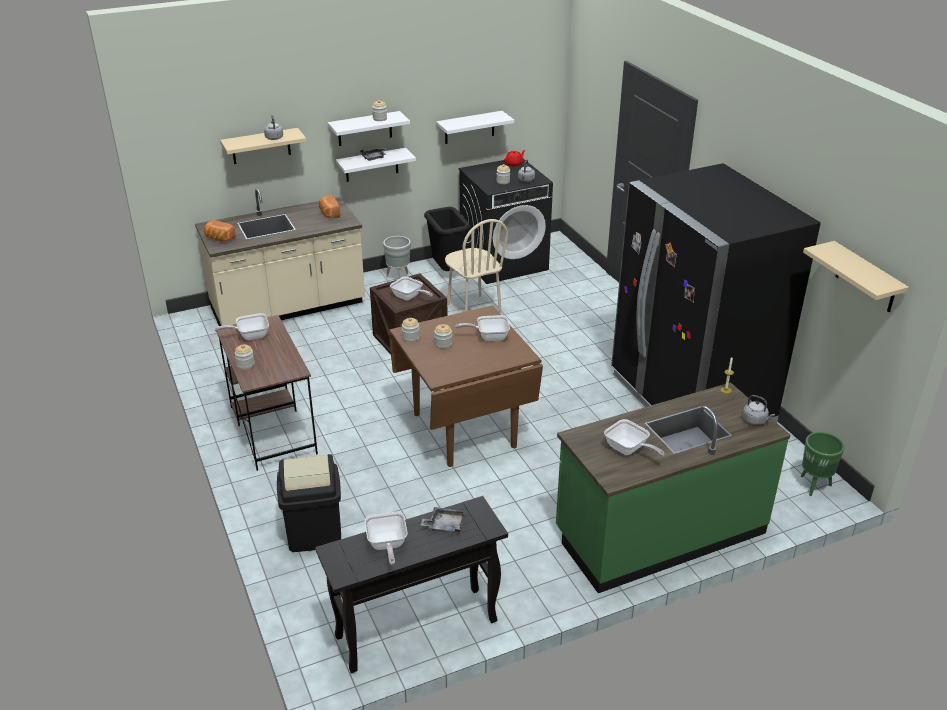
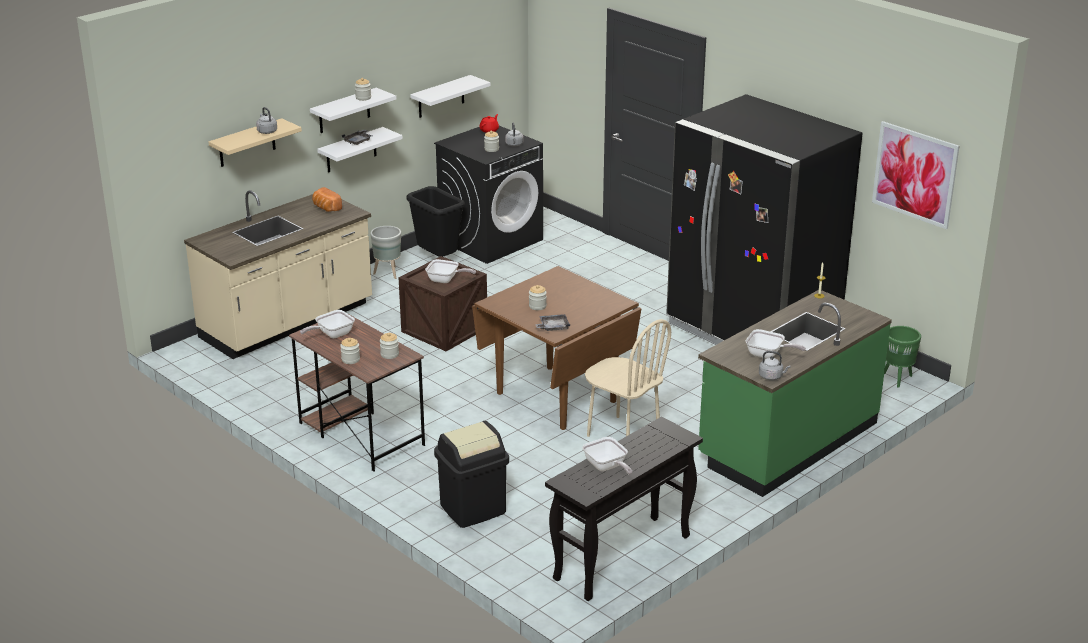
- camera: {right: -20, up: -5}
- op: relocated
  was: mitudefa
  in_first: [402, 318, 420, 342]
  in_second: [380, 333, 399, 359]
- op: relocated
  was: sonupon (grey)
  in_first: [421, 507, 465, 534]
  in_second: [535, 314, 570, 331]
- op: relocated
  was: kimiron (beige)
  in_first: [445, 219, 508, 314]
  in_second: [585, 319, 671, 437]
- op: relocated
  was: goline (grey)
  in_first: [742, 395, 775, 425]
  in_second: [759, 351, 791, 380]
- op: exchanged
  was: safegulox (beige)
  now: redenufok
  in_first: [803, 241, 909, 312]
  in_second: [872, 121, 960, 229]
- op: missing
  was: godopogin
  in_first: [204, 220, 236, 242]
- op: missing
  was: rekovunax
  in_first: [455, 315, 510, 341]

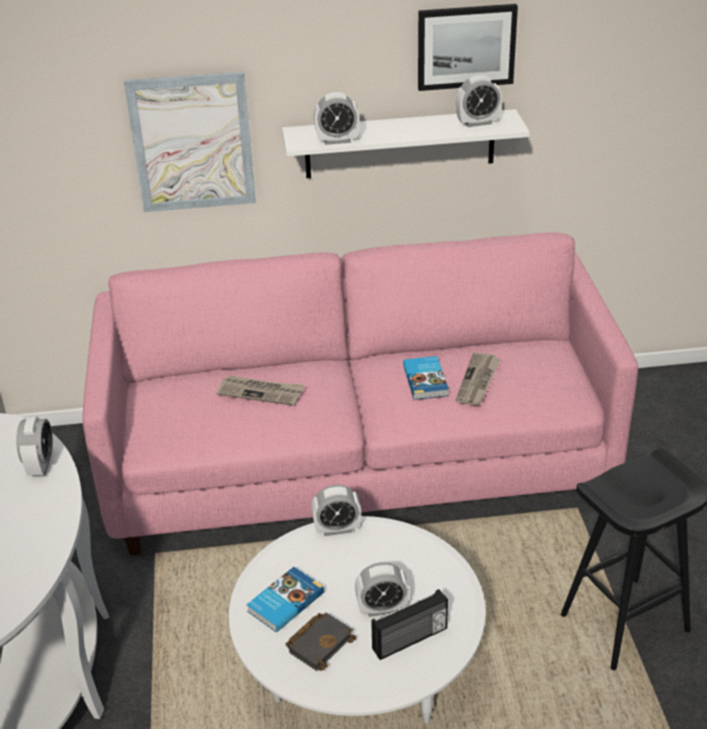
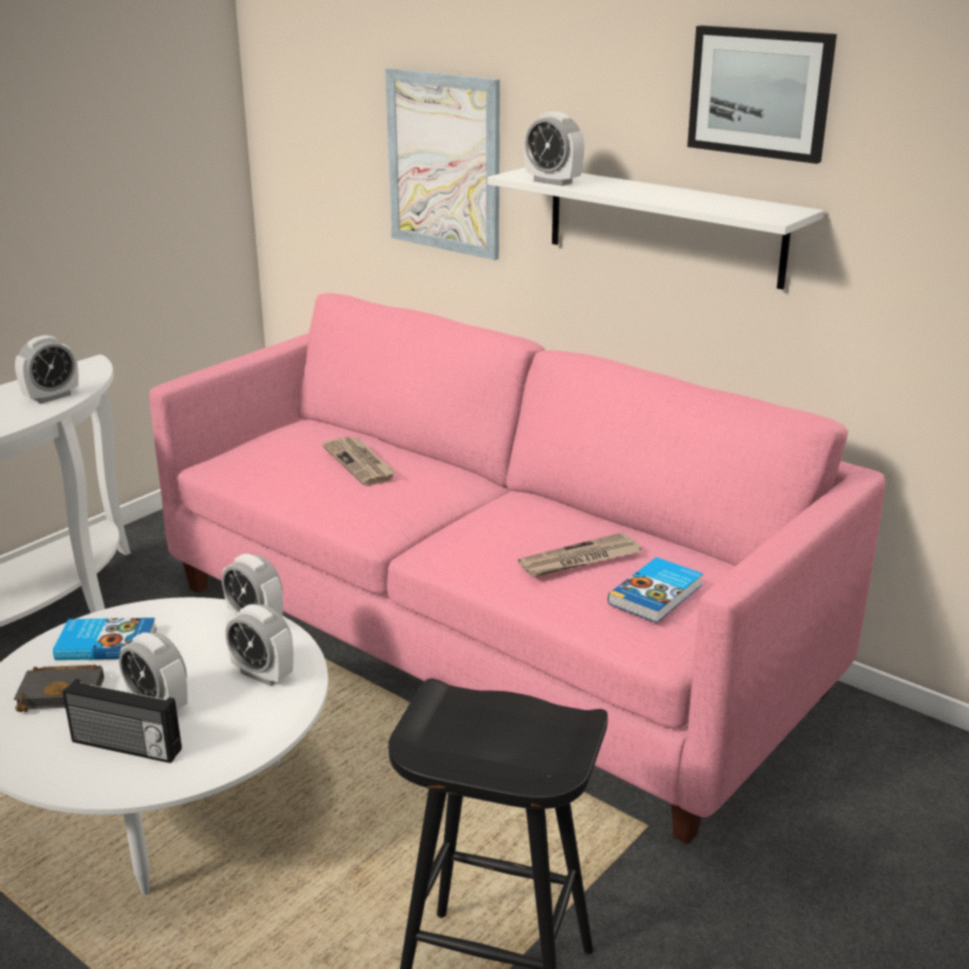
- camera: {right: 45, up: -10}
- op: relocated
  was: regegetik
  in_first: [456, 75, 502, 127]
  in_second: [225, 604, 293, 686]
- op: relocated
  was: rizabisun
  in_first: [403, 356, 449, 400]
  in_second: [608, 557, 703, 623]

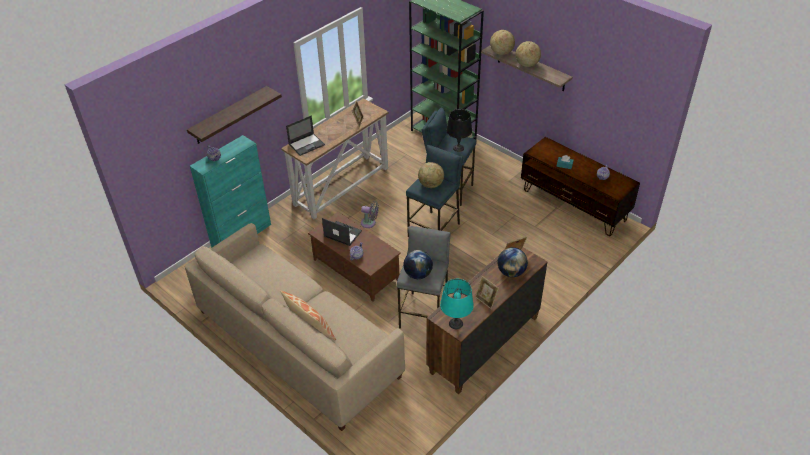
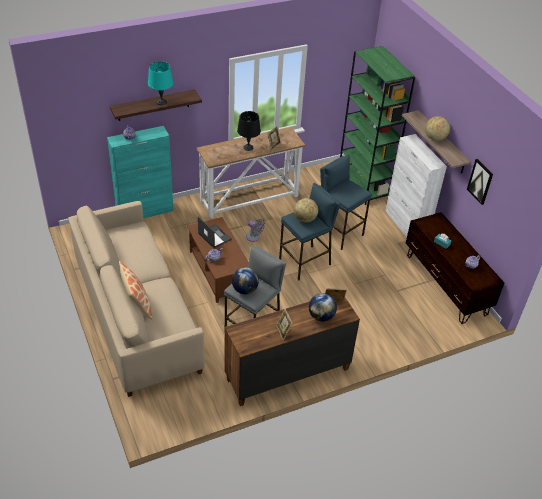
- camera: {right: 20, up: 0}
- op: relocated
  was: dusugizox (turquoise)
  in_first: [440, 279, 474, 329]
  in_second: [148, 61, 173, 105]
- op: relocated
  was: dusugizox (black)
  in_first: [446, 109, 472, 152]
  in_second: [237, 111, 261, 151]
- op: appeared
  now: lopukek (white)
  in_second: [386, 134, 447, 237]
- op: appeared
  now: redenufok
  in_second: [467, 159, 493, 205]
- op: missing
  was: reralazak
  in_first: [286, 116, 325, 156]
- op: missing
  was: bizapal
  in_first: [490, 30, 515, 55]

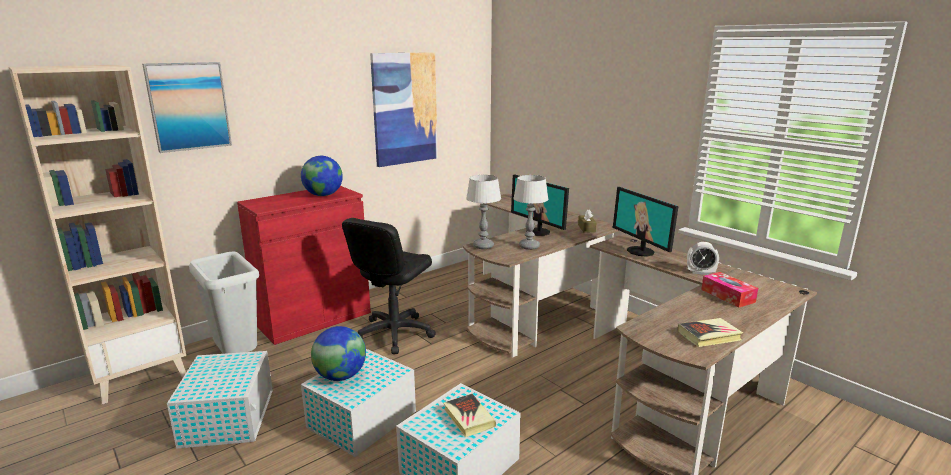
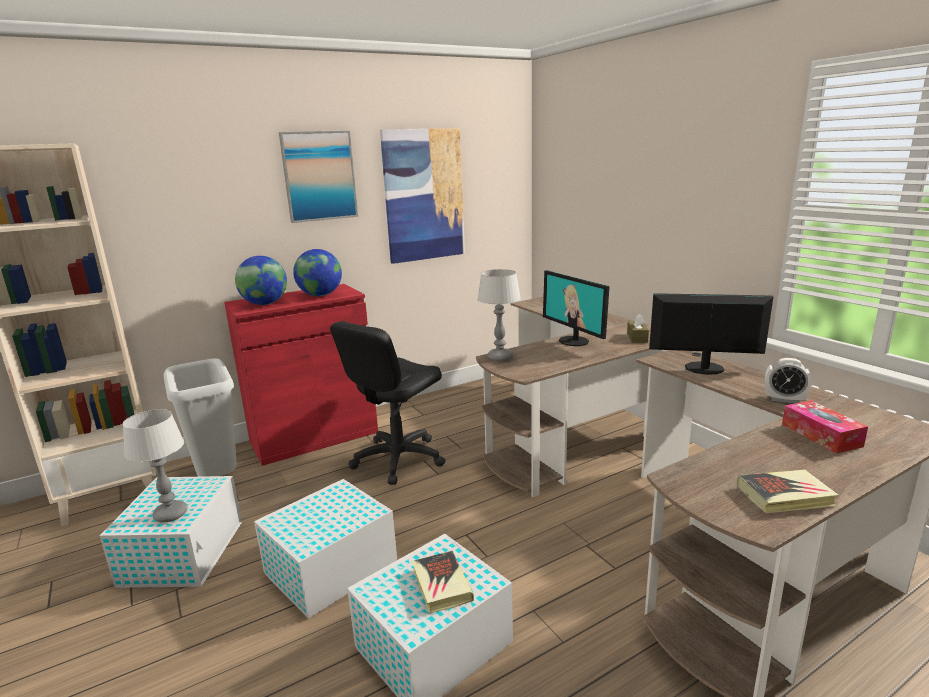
- camera: {right: 10, up: 0}
- op: relocated
  was: dusugizox
  in_first: [513, 175, 548, 250]
  in_second: [123, 409, 188, 523]
- op: relocated
  was: bizapal
  in_first: [311, 326, 366, 381]
  in_second: [235, 256, 287, 305]
- op: relocated
  was: redenufok
  in_first: [142, 62, 232, 153]
  in_second: [279, 131, 358, 223]
- op: spun
  was: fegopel
  in_first: [613, 187, 679, 257]
  in_second: [649, 293, 773, 375]
  clockwise: 120

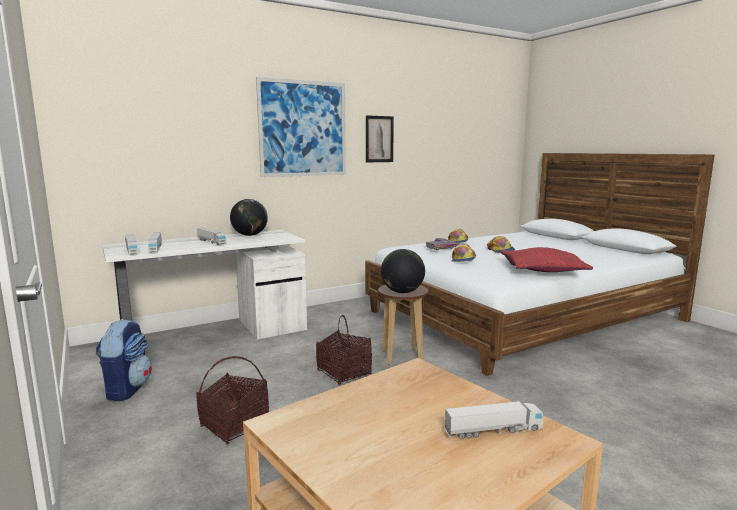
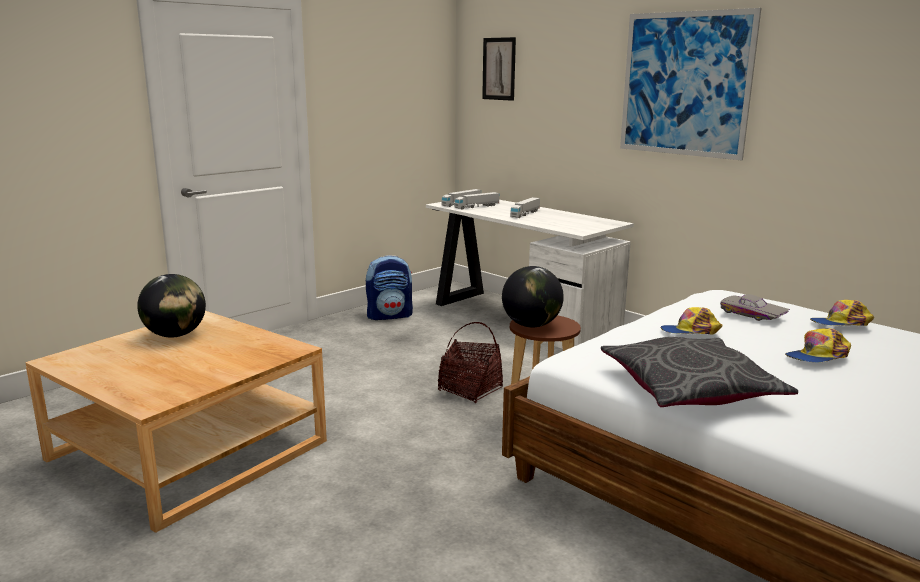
- camera: {right: 75, up: 5}
- op: relocated
  was: bizapal
  in_first: [230, 199, 268, 236]
  in_second: [137, 274, 206, 338]
- op: relocated
  was: redenufok
  in_first: [366, 115, 394, 162]
  in_second: [482, 37, 516, 101]
- op: colour
  was: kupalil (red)
  now: kupalil (grey)
  in_first: [500, 247, 593, 272]
  in_second: [601, 337, 798, 407]
- op: missing
  was: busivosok
  in_first: [196, 356, 269, 444]
- op: missing
  was: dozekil
  in_first: [444, 401, 543, 439]

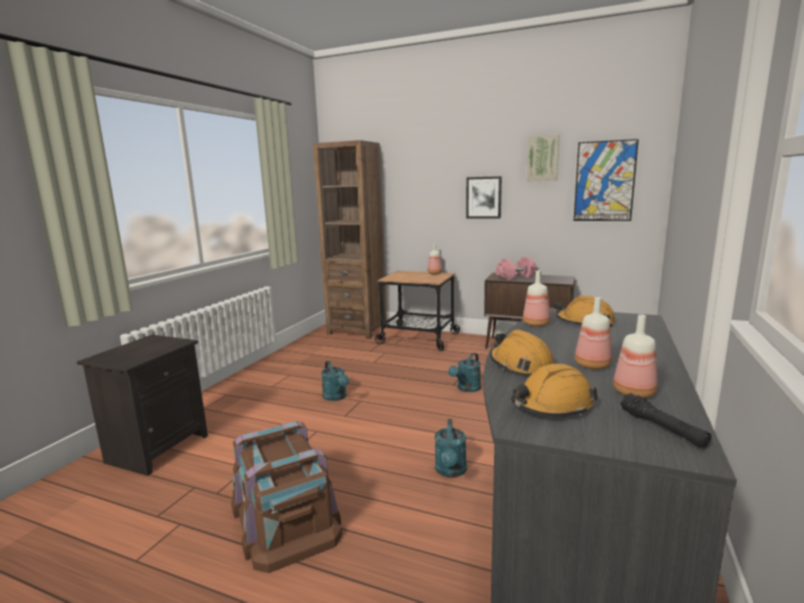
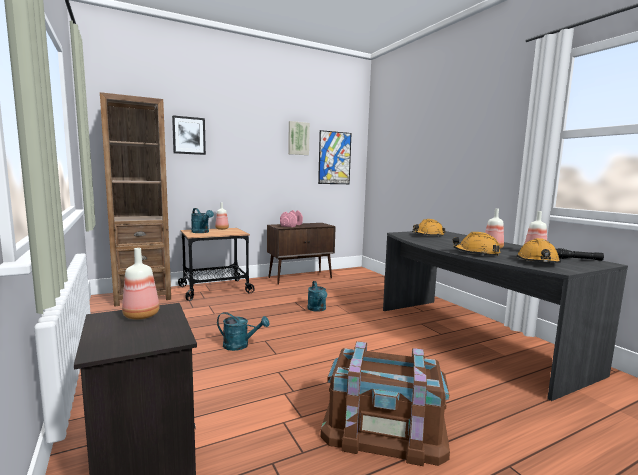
- camera: {right: -50, up: -5}
- op: relocated
  was: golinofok
  in_first: [523, 271, 550, 327]
  in_second: [122, 248, 160, 320]
- op: relocated
  was: redenufok
  in_first: [466, 176, 502, 219]
  in_second: [172, 115, 206, 155]
- op: relocated
  was: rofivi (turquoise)
  in_first: [435, 419, 467, 478]
  in_second: [191, 208, 214, 233]

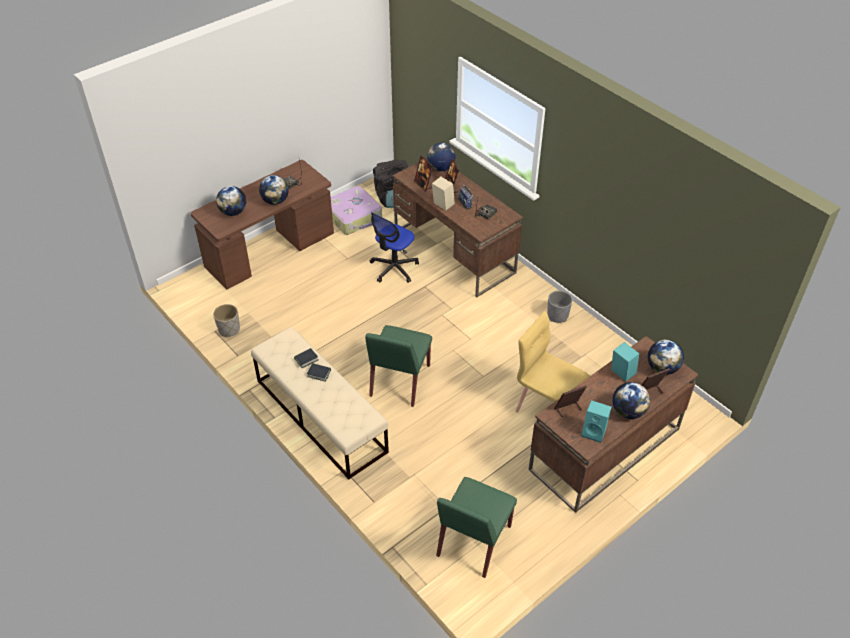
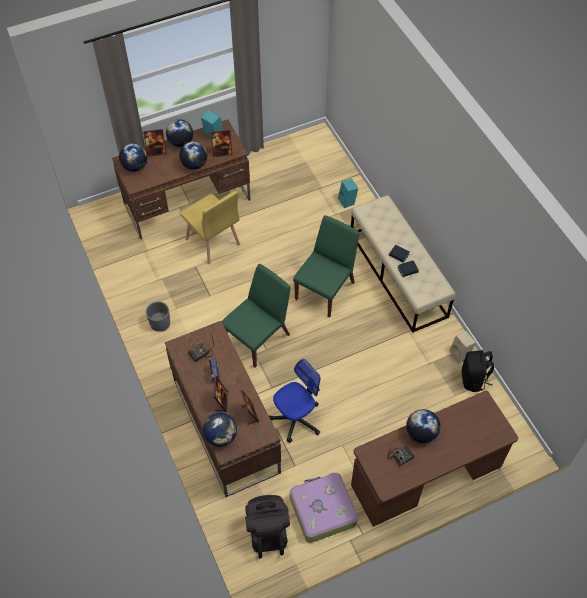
- camera: {right: -165, up: 10}
- op: relocated
  was: bizapal
  in_first: [216, 186, 246, 216]
  in_second: [179, 142, 207, 170]
- op: relocated
  was: kimiron (green)
  in_first: [436, 477, 517, 578]
  in_second: [222, 264, 291, 367]
- op: relocated
  was: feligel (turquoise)
  in_first: [611, 342, 639, 381]
  in_second: [338, 178, 358, 208]
- op: relocated
  was: feligel (beige)
  in_first: [432, 177, 455, 211]
  in_second: [449, 331, 476, 363]
- op: exchanged
  was: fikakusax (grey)
  now: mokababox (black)
  in_first: [213, 304, 240, 337]
  in_second: [462, 350, 494, 392]

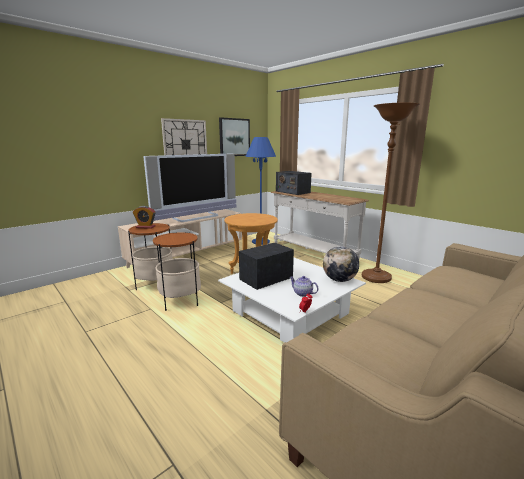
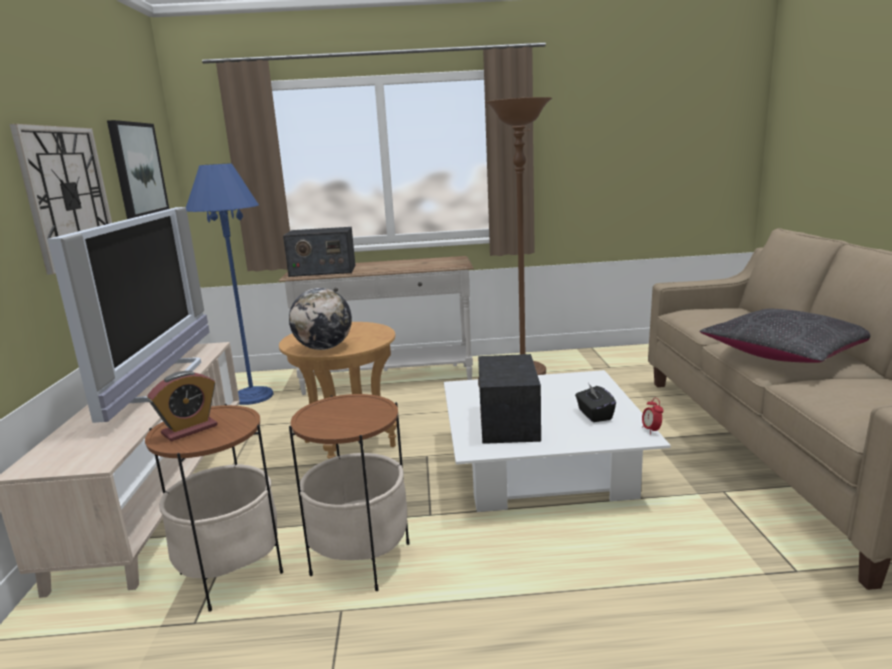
- camera: {right: -50, up: 0}
- op: relocated
  was: bizapal
  in_first: [323, 246, 359, 282]
  in_second: [289, 288, 352, 350]
- op: exchanged
  was: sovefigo
  now: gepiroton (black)
  in_first: [290, 276, 318, 297]
  in_second: [575, 383, 616, 422]
- op: appeared
  now: kupalil (black)
  in_second: [700, 309, 870, 363]

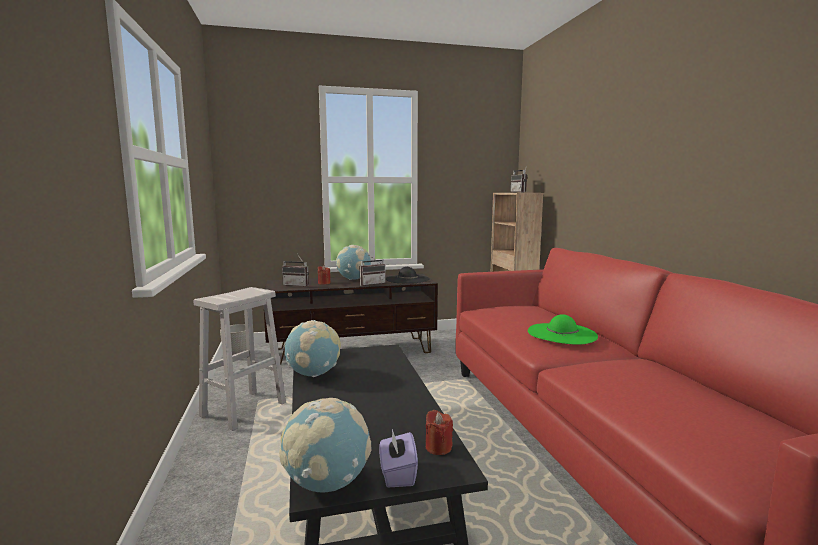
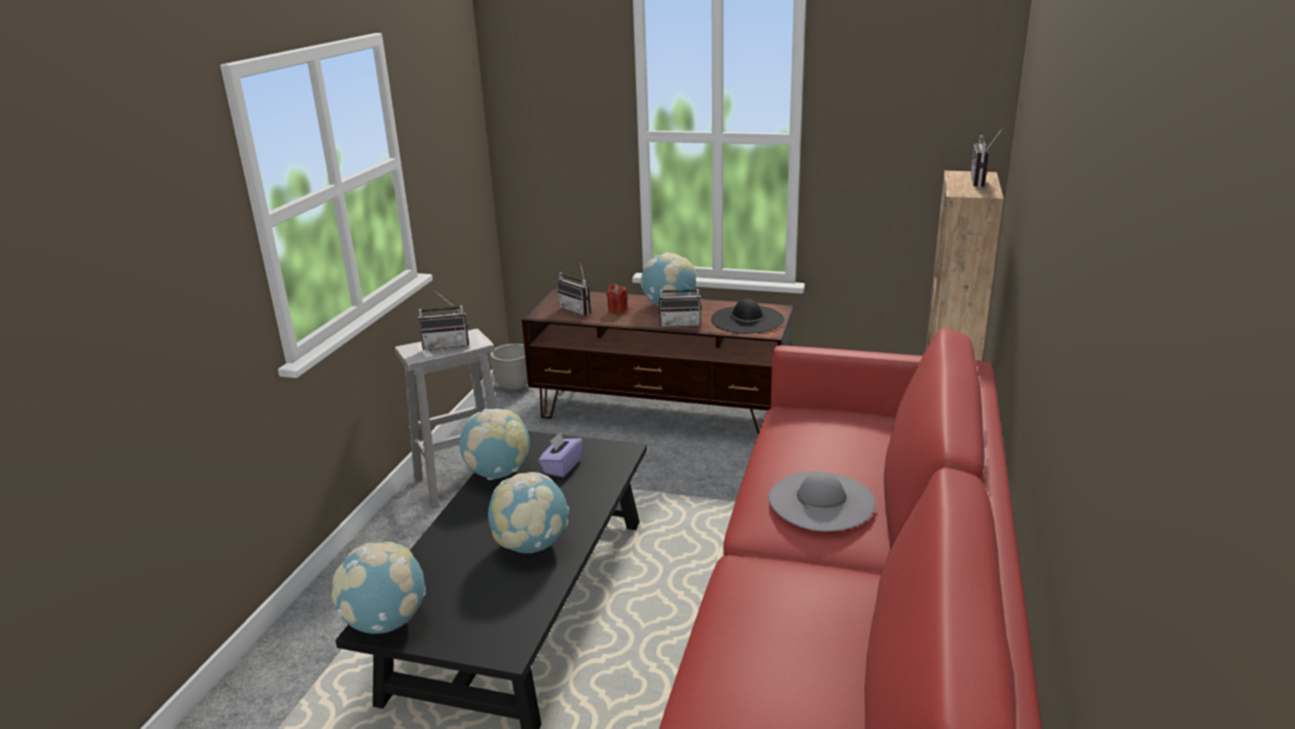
- camera: {right: 30, up: 15}
- op: appeared
  now: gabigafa
  in_second: [418, 291, 469, 350]
- op: appeared
  now: bizapal
  in_second: [488, 472, 569, 553]
- op: relocated
  was: gepiroton (purple)
  in_first: [379, 429, 418, 488]
  in_second: [538, 432, 583, 477]
- op: colour
  was: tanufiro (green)
  now: tanufiro (grey)
  in_first: [528, 314, 598, 344]
  in_second: [768, 471, 875, 531]
- op: missing
  was: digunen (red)
  in_first: [426, 410, 453, 455]

